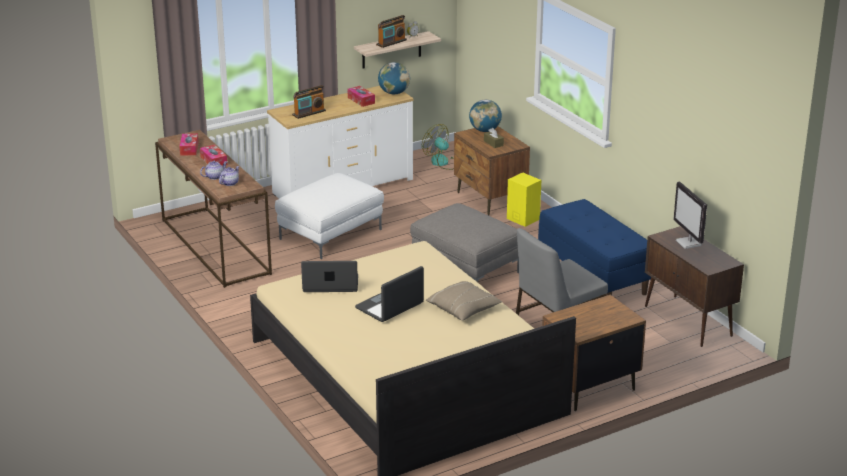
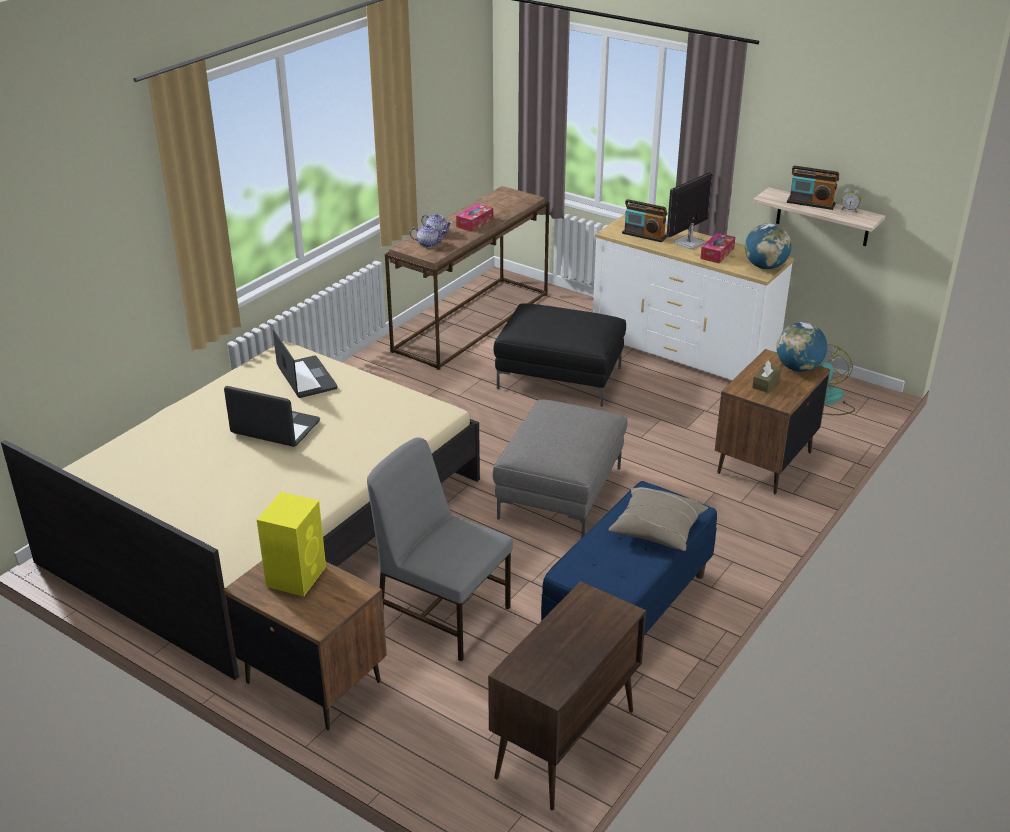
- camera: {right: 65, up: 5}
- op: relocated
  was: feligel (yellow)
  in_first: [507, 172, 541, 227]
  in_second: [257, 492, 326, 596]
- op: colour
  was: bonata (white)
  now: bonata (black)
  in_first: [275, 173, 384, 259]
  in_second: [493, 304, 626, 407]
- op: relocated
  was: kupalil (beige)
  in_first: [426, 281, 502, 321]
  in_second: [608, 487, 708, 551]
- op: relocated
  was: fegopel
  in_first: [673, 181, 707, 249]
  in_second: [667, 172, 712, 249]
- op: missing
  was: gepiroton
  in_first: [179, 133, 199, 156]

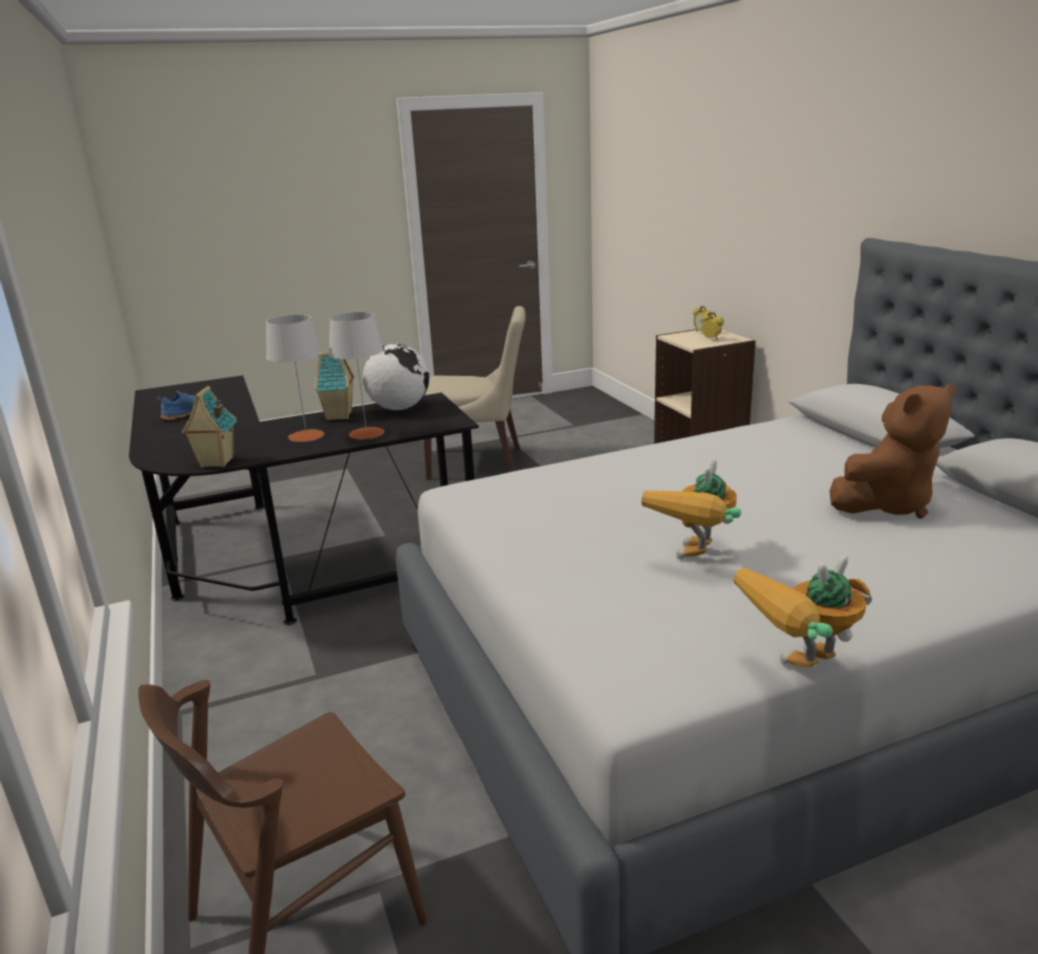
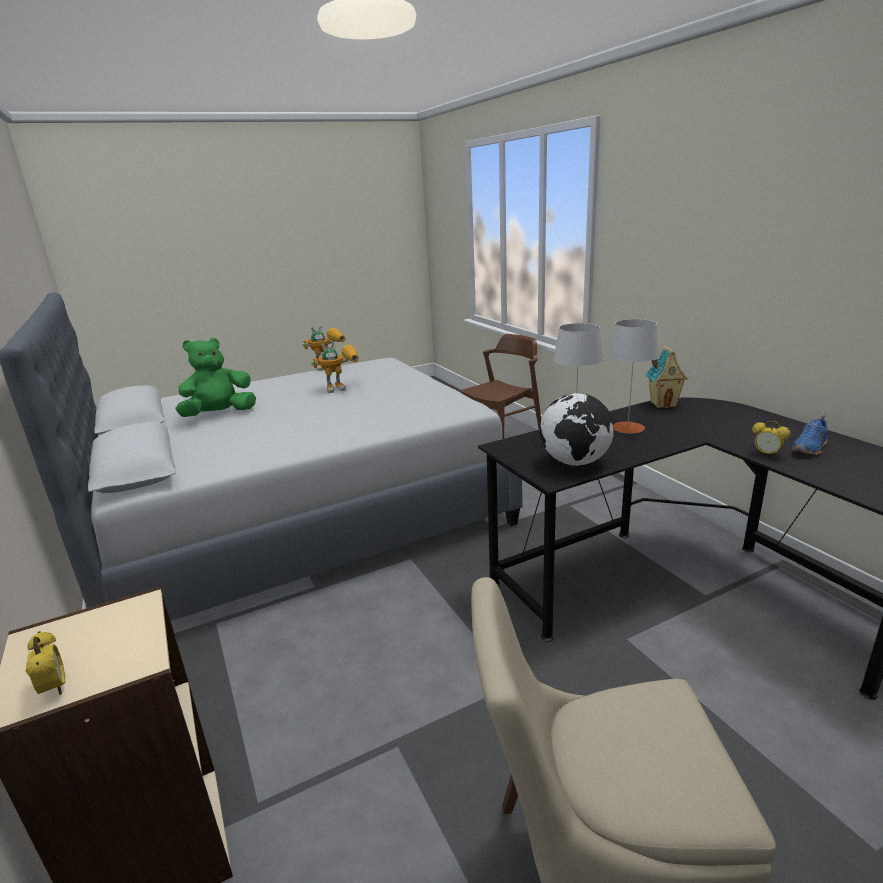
- camera: {right: 175, up: 0}
- op: colour
  was: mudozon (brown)
  now: mudozon (green)
  in_first: [829, 384, 955, 518]
  in_second: [175, 338, 256, 417]
- op: spun
  was: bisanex
  in_first: [641, 459, 741, 560]
  in_second: [311, 342, 359, 393]
  clockwise: 45
- op: relocated
  was: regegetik
  in_first: [700, 312, 724, 339]
  in_second: [752, 421, 791, 457]
- op: missing
  was: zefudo
  in_first: [314, 352, 354, 420]

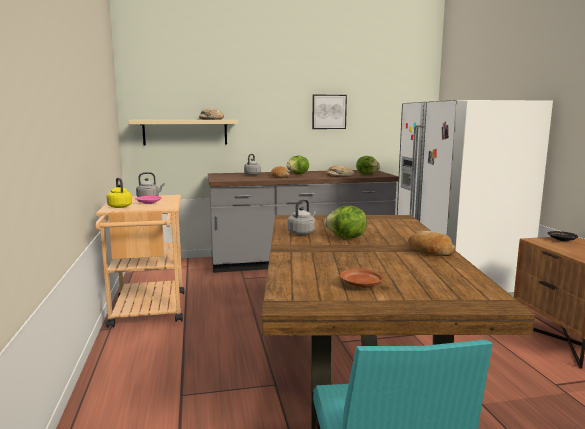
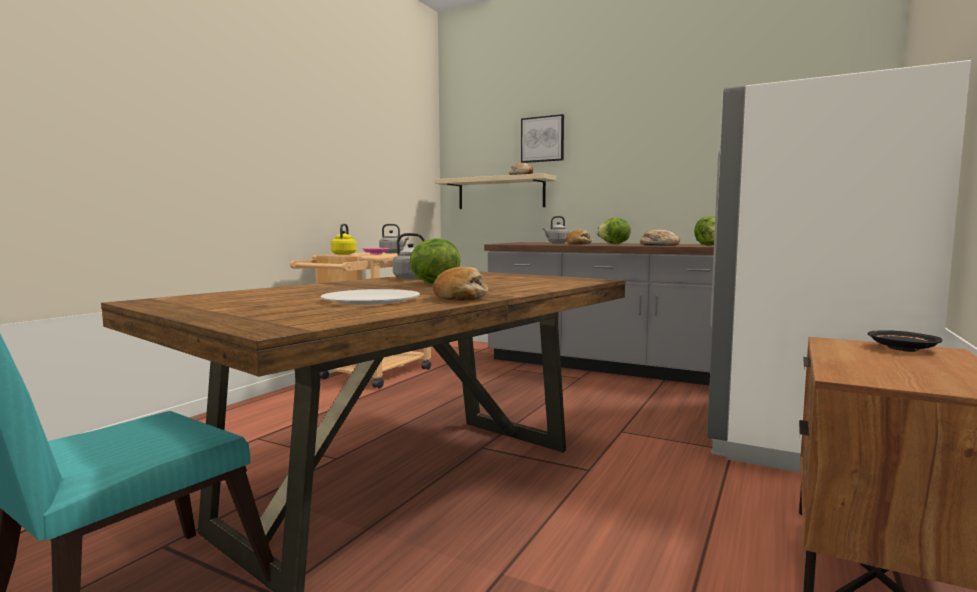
- camera: {right: 40, up: -5}
- op: appeared
  now: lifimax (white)
  in_second: [321, 289, 420, 305]
- op: relocated
  was: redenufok
  in_first: [312, 95, 347, 129]
  in_second: [521, 114, 564, 163]
- op: missing
  was: lifimax (brown)
  in_first: [340, 269, 384, 288]

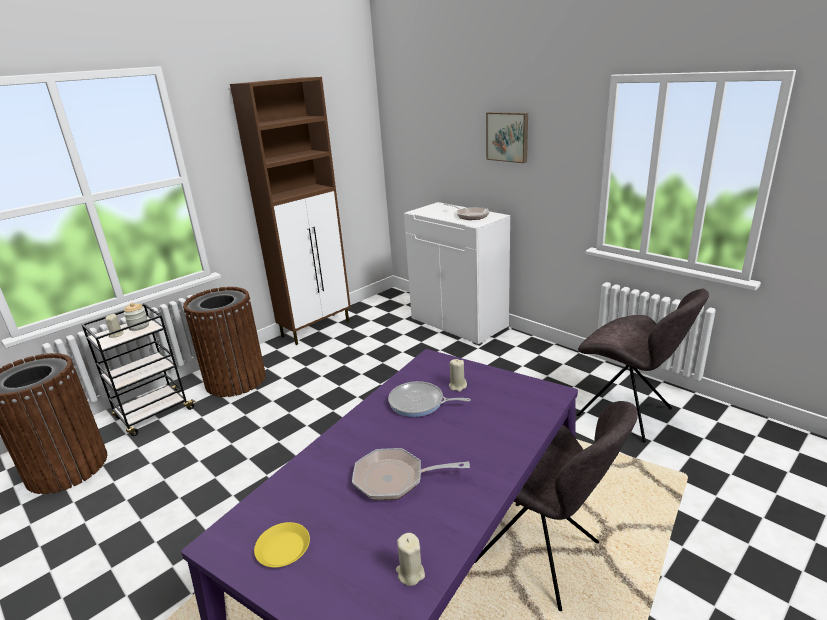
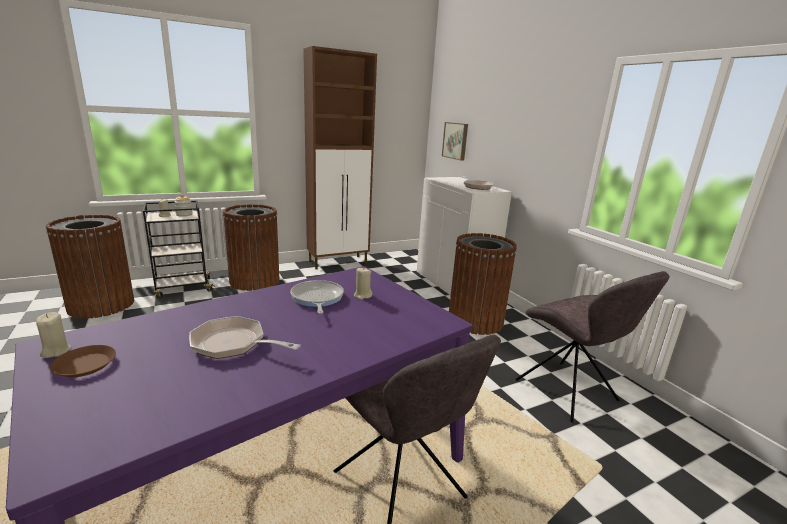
- camera: {right: 15, up: -5}
- op: relocated
  was: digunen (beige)
  in_first: [396, 533, 425, 586]
  in_second: [36, 312, 71, 358]
- op: colour
  was: lifimax (yellow)
  now: lifimax (brown)
  in_first: [254, 522, 310, 568]
  in_second: [50, 345, 116, 377]
- op: spun
  was: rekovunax
  in_first: [388, 381, 471, 417]
  in_second: [290, 280, 344, 314]
  clockwise: 45
- op: relocated
  was: redenufok
  in_first: [486, 112, 528, 163]
  in_second: [442, 122, 468, 161]
- op: appeared
  now: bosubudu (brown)
  in_second: [449, 233, 517, 335]

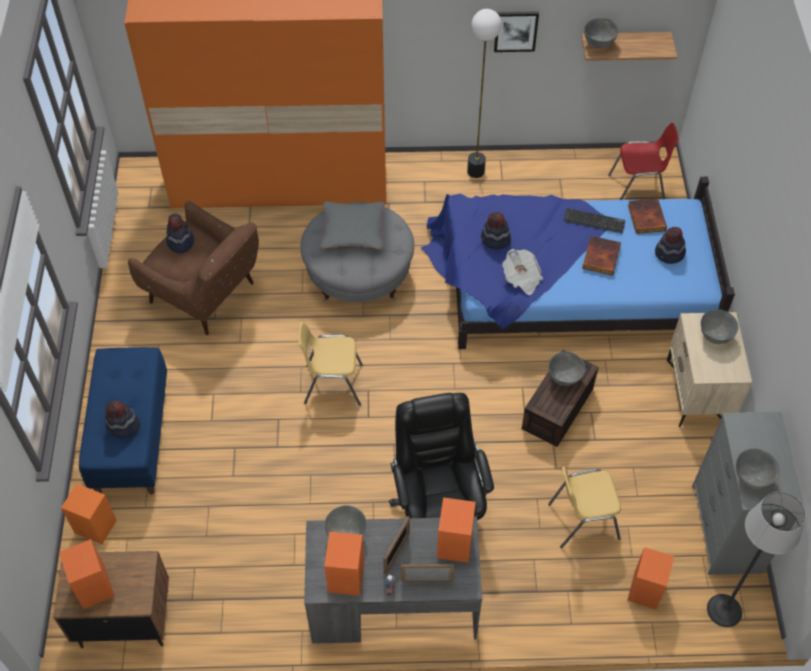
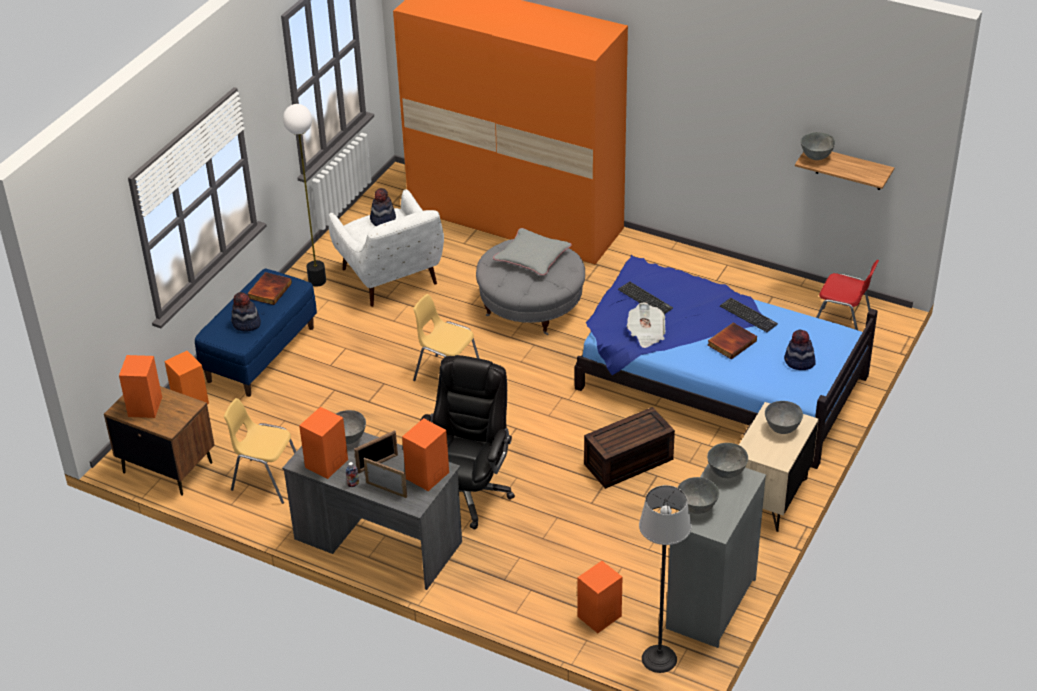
- camera: {right: 30, up: -15}
- op: relocated
  was: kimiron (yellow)
  in_first: [548, 467, 621, 548]
  in_second: [224, 398, 296, 504]
- op: relocated
  was: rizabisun
  in_first: [628, 199, 667, 234]
  in_second: [247, 272, 292, 305]
- op: relocated
  was: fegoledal
  in_first: [467, 9, 502, 178]
  in_second: [283, 104, 326, 287]
- op: colour
  was: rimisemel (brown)
  now: rimisemel (white)
  in_first: [128, 201, 259, 335]
  in_second: [328, 189, 444, 307]
- op: exchanged
  was: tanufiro
  now: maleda
  in_first: [481, 212, 511, 249]
  in_second: [618, 281, 673, 314]
- op: relocated
  was: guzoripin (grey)
  in_first: [548, 352, 585, 386]
  in_second: [707, 443, 748, 479]
- op: missing
  was: redenufok
  in_first: [494, 11, 539, 52]

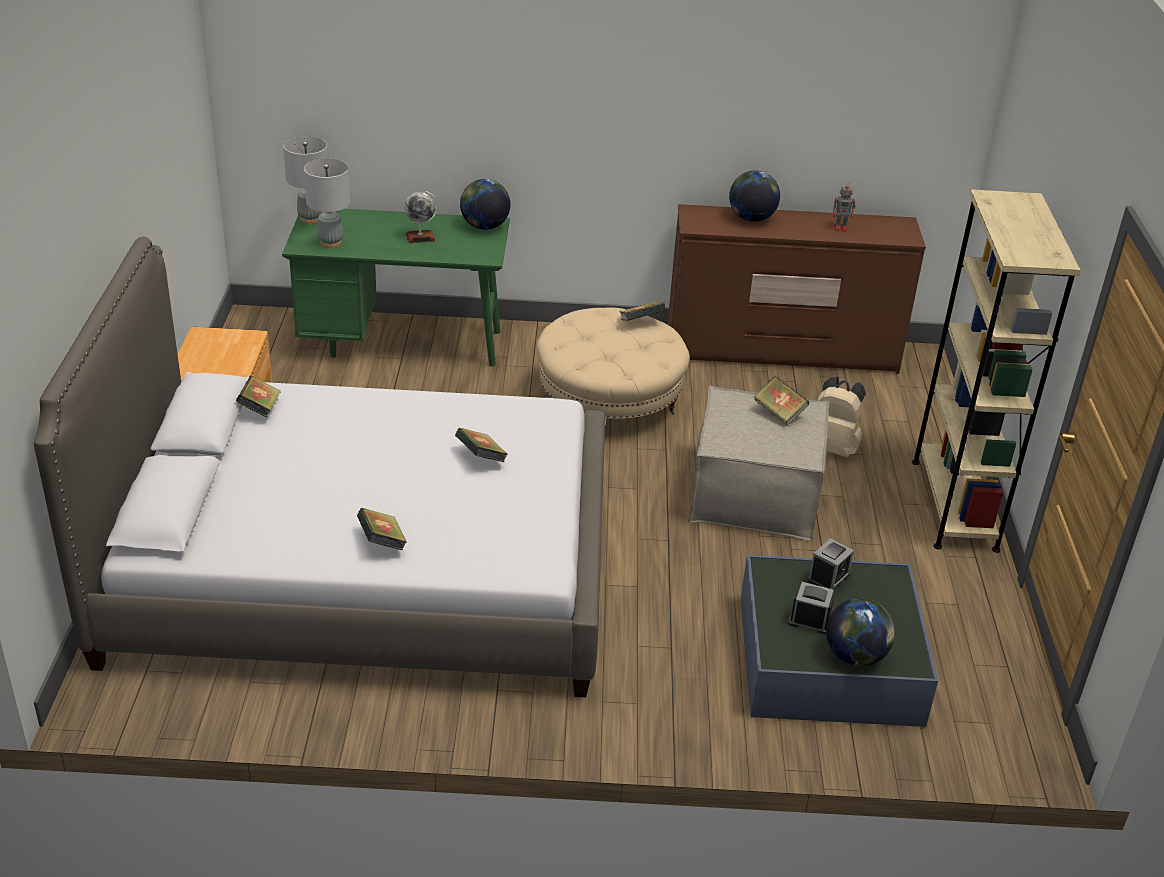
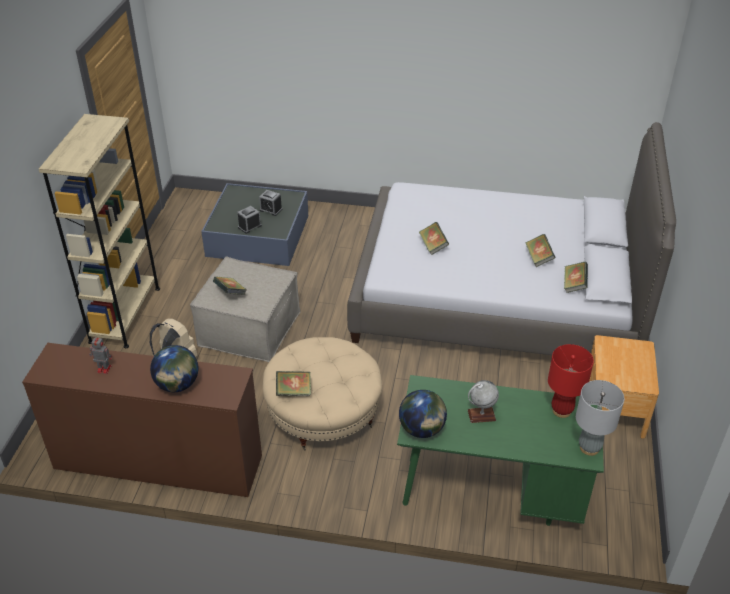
- camera: {right: -170, up: 5}
- op: relocated
  was: rizabisun
  in_first: [357, 508, 407, 551]
  in_second: [525, 234, 556, 267]
- op: colour
  was: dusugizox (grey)
  now: dusugizox (red)
  in_first: [304, 158, 351, 248]
  in_second: [548, 344, 594, 418]
- op: missing
  was: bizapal
  in_first: [826, 598, 895, 666]

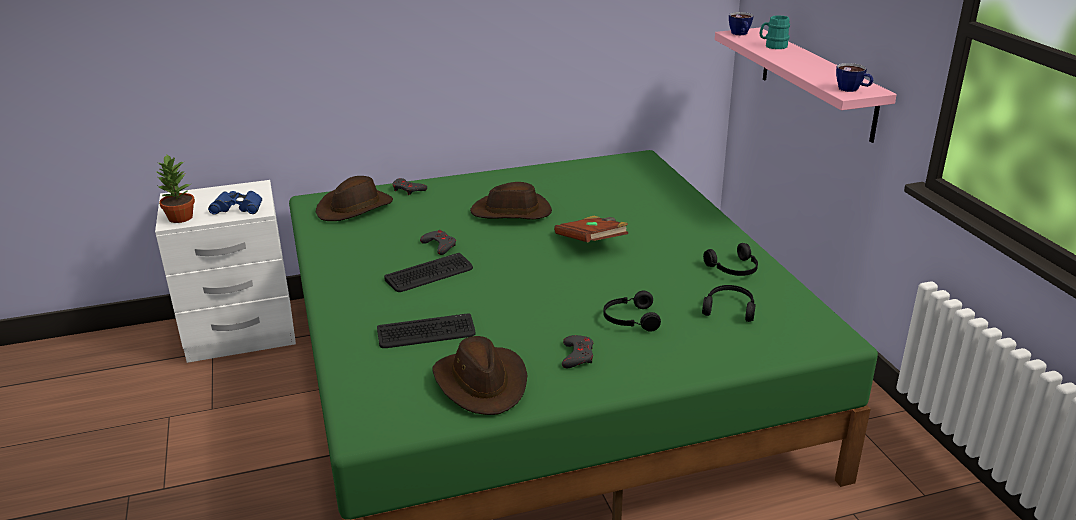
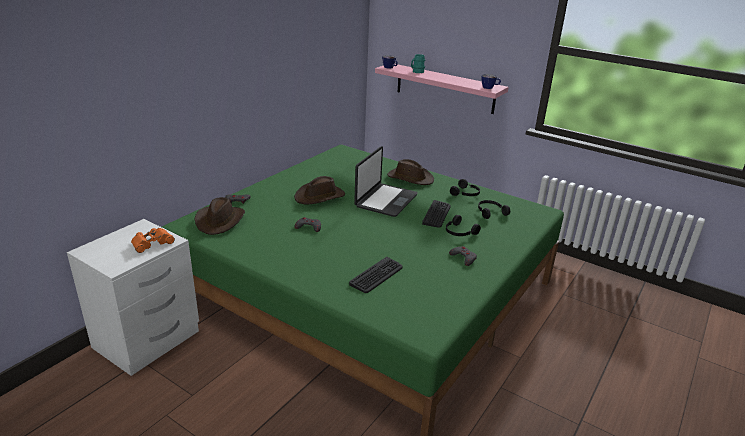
- camera: {right: -40, up: 0}
- op: colour
  was: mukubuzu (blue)
  now: mukubuzu (orange)
  in_first: [208, 191, 262, 215]
  in_second: [131, 228, 175, 253]
- op: exchanged
  was: rizabisun (brown)
  now: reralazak
  in_first: [554, 216, 628, 242]
  in_second: [354, 146, 418, 217]
- op: relocated
  was: tanufiro (brown)
  in_first: [432, 336, 528, 415]
  in_second: [387, 159, 434, 185]
- op: relocated
  was: maleda
  in_first: [384, 253, 473, 292]
  in_second: [422, 200, 451, 228]
- op: missing
  was: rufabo
  in_first: [155, 155, 195, 223]

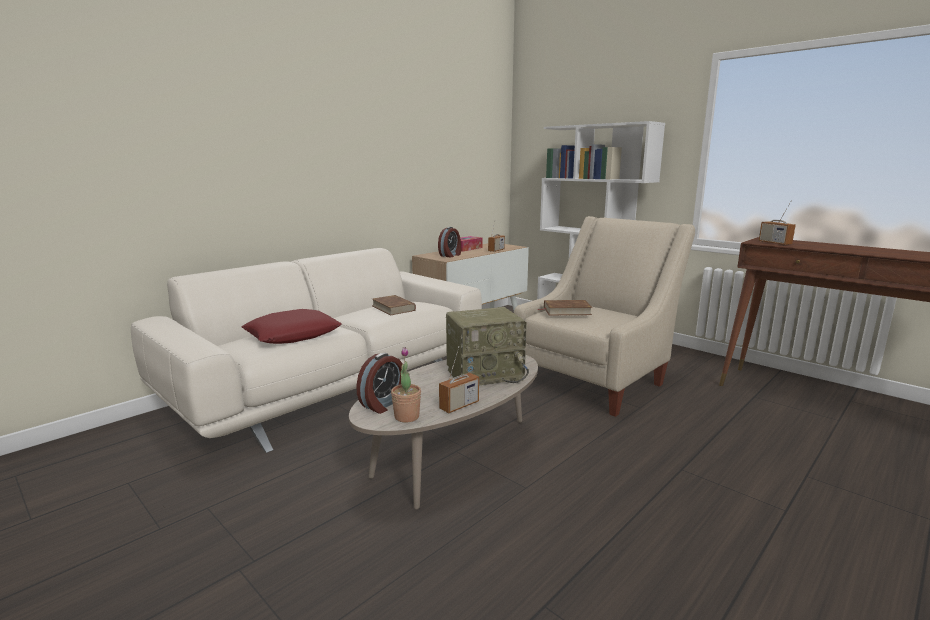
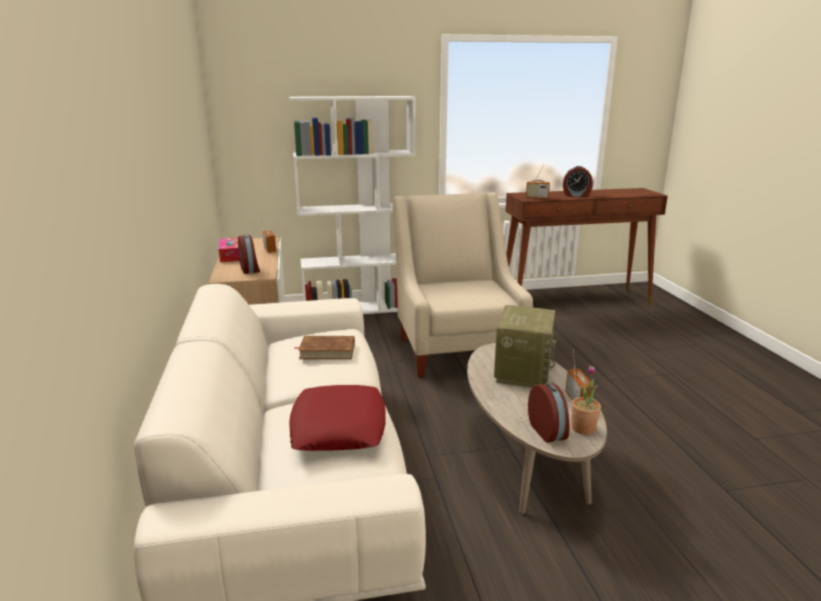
- camera: {right: -55, up: 5}
- op: appeared
  now: regegetik
  in_second: [563, 166, 593, 197]
- op: missing
  was: rizabisun (brown)
  in_first: [538, 300, 592, 315]

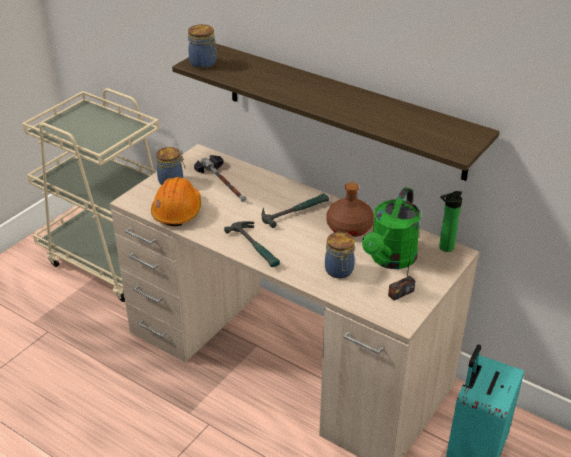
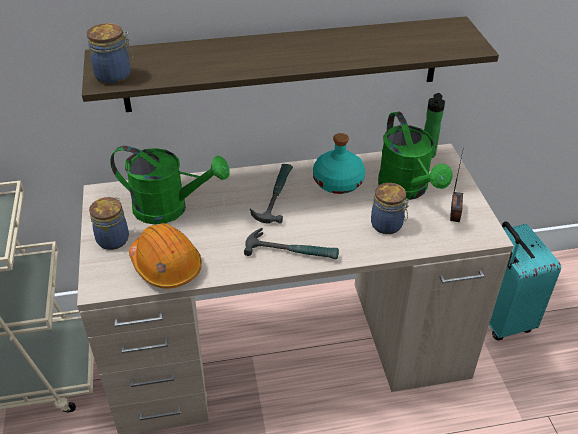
- camera: {right: -45, up: 5}
- op: exchanged
  was: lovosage
  now: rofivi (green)
  in_first: [194, 155, 246, 202]
  in_second: [110, 146, 230, 225]
- op: colour
  was: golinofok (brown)
  now: golinofok (turquoise)
  in_first: [327, 182, 374, 237]
  in_second: [313, 133, 365, 194]

